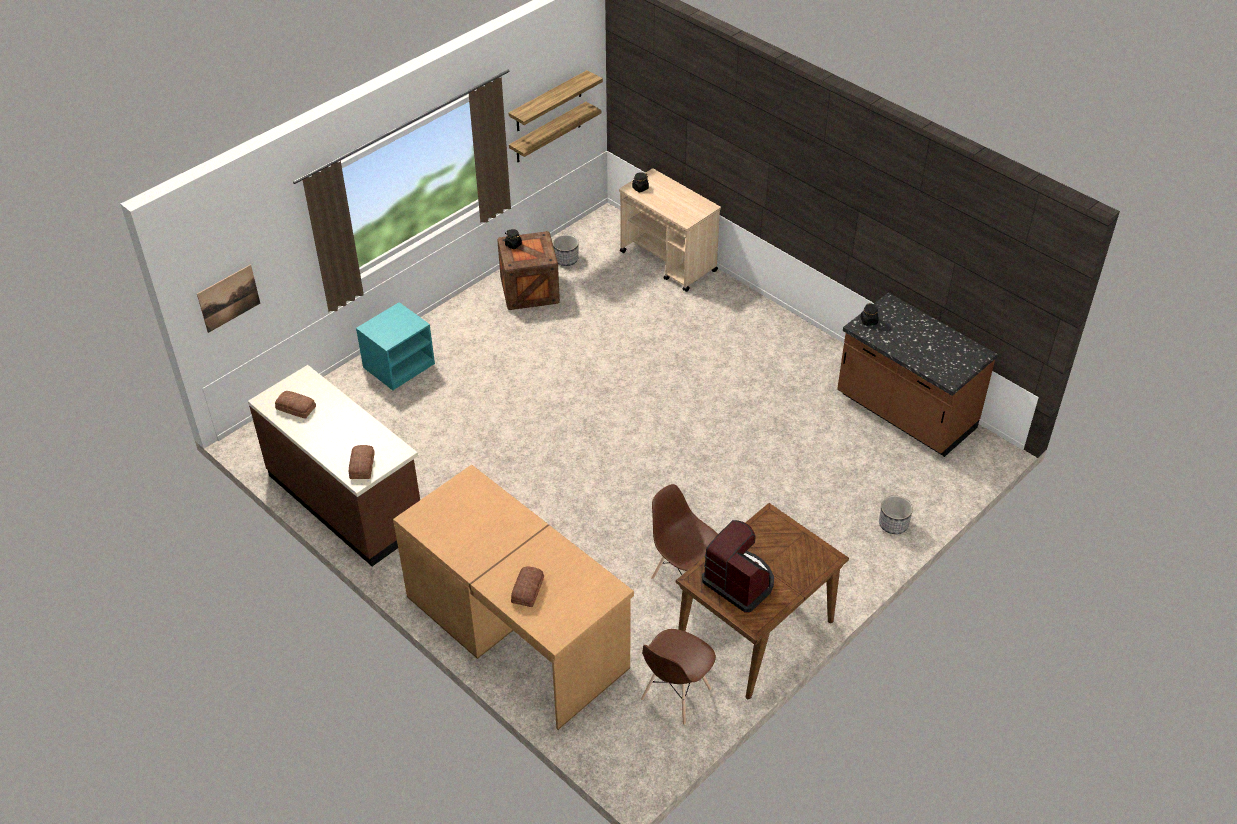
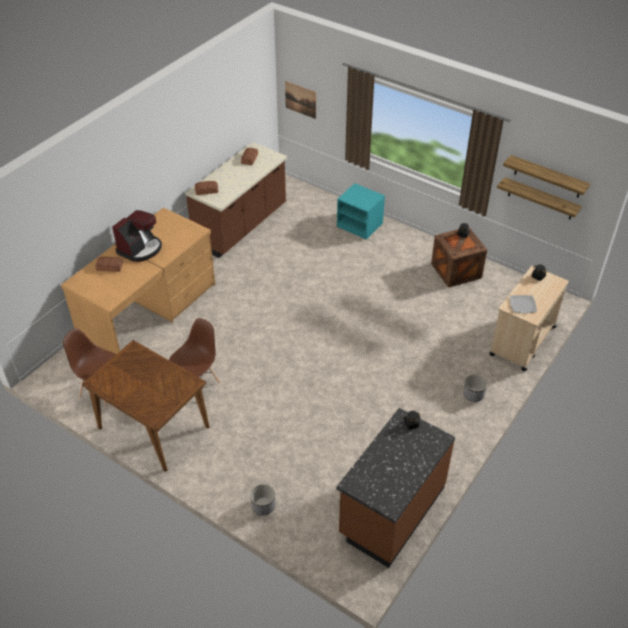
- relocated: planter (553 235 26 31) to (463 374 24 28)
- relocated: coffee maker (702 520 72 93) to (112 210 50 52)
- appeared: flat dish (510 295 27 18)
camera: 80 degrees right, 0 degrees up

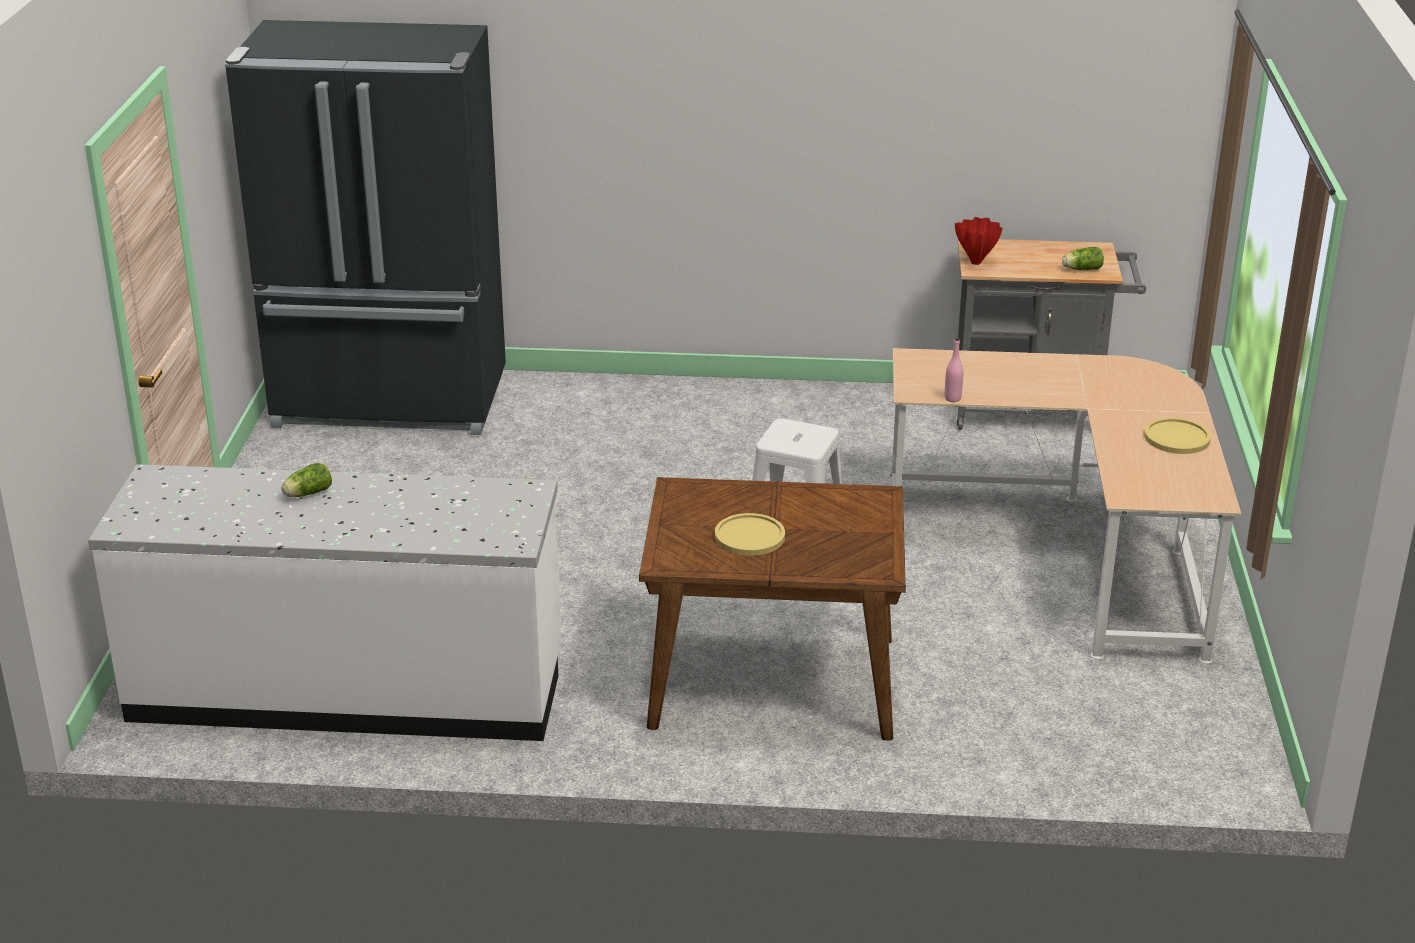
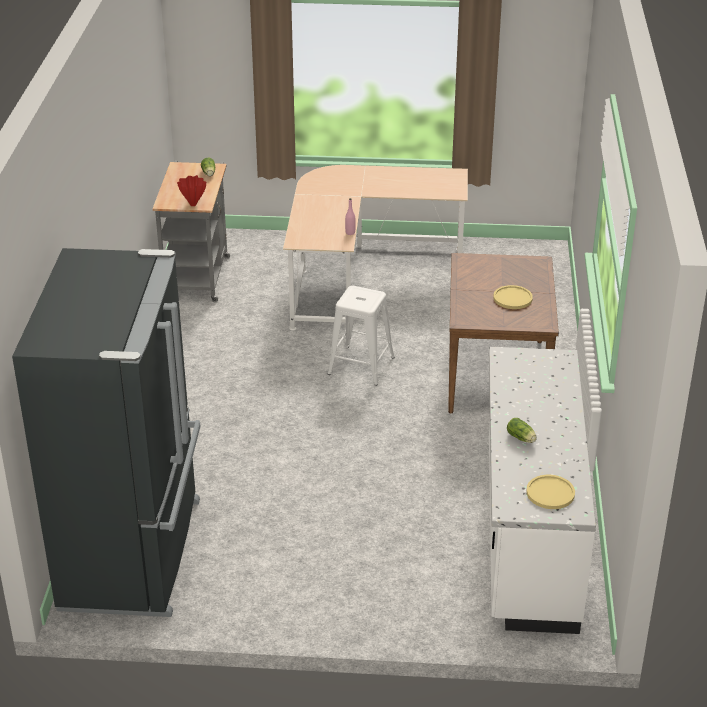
- relocated: yellowish flat dish (1144 418 67 36) to (526 475 49 34)
camera: 90 degrees left, 5 degrees up

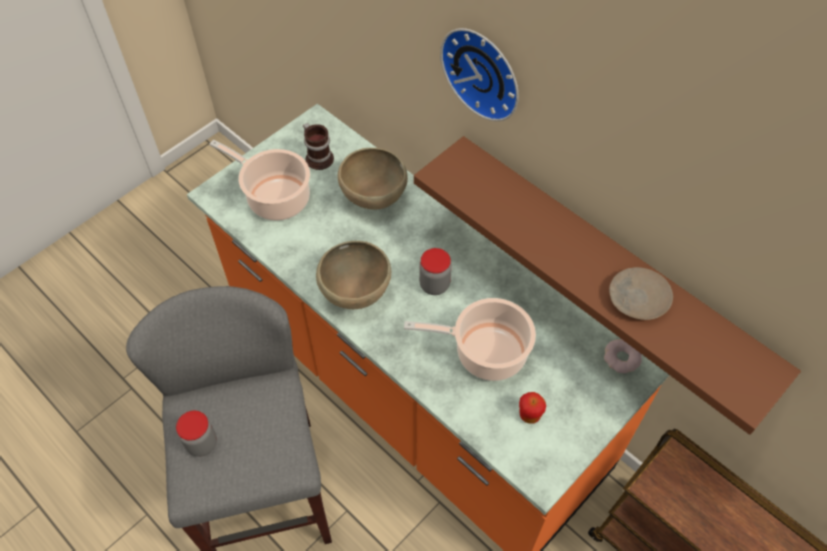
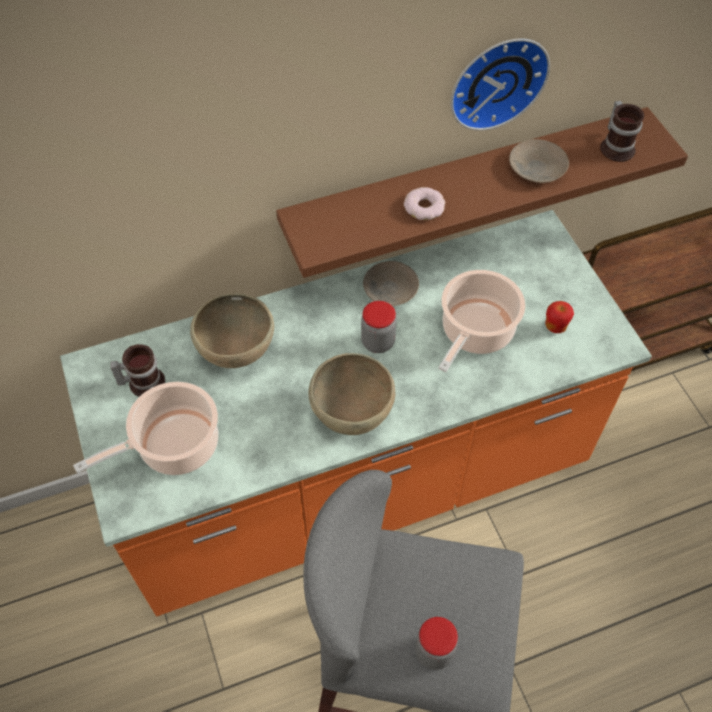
- relocated: clock on the wall (440 28 79 93) to (451 38 99 93)
- relocated: ring doughnut (604 339 38 34) to (404 187 41 33)
- appeared: tea mug (600 101 44 61)
- appeared: beige-coloured flat dish (363 261 56 45)
camera: 65 degrees left, 0 degrees up

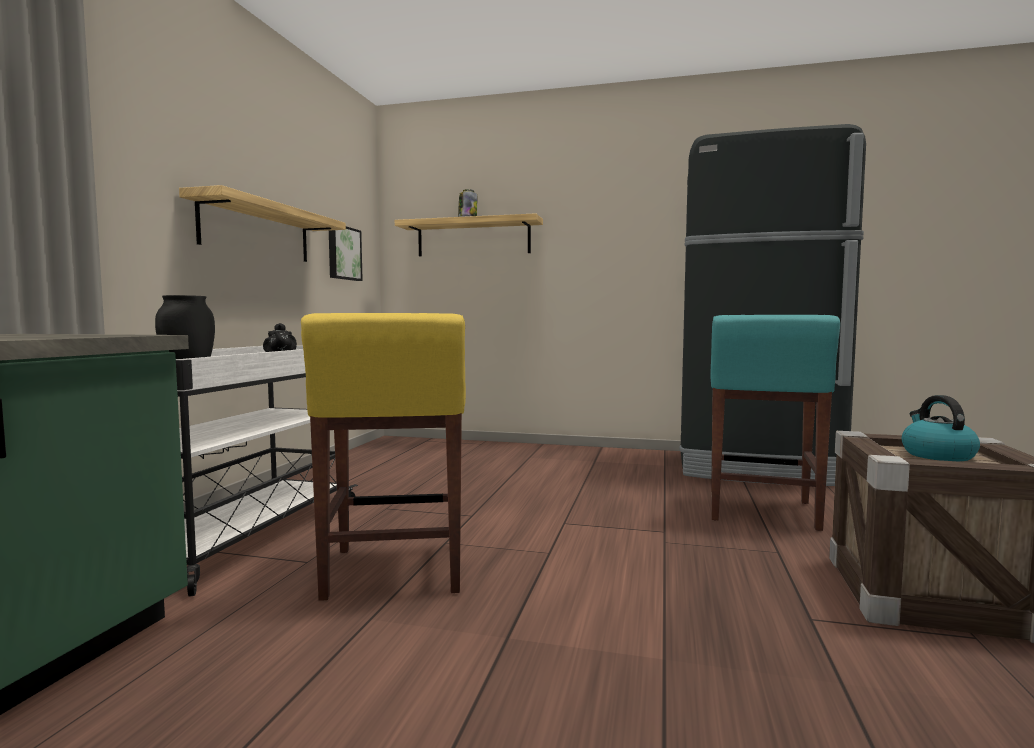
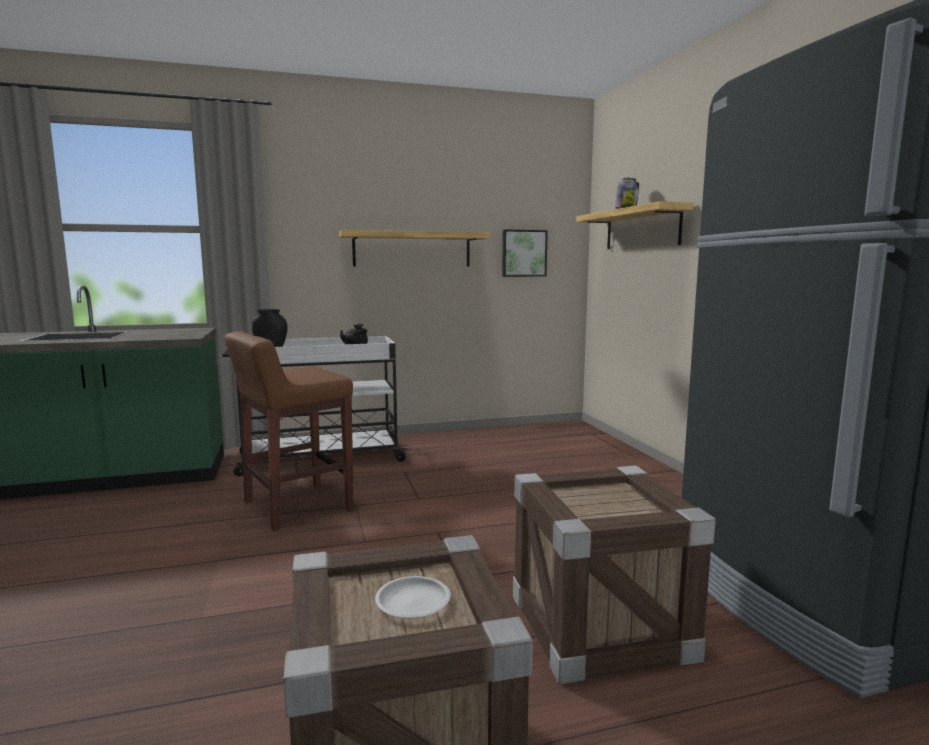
- colour: yellowish stool seat (301 313 165 288) to brown-coloured stool seat (224 331 129 200)
- exchanged: turquoise stool seat (710 315 130 216) to shipping crate (513 466 203 218)
- exchanged: kettle (902 395 78 66) to white-coloured flat dish (375 576 76 42)
camera: 60 degrees right, 5 degrees up

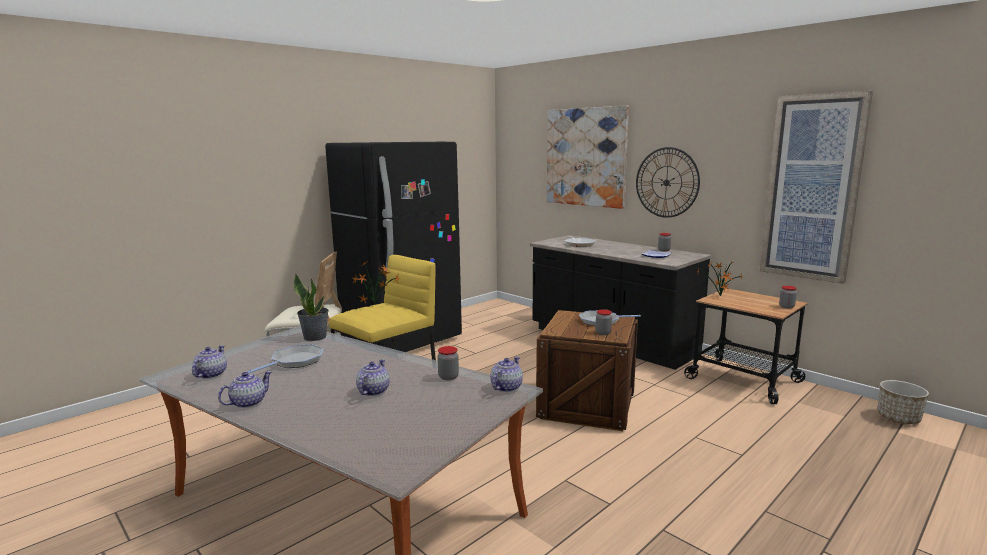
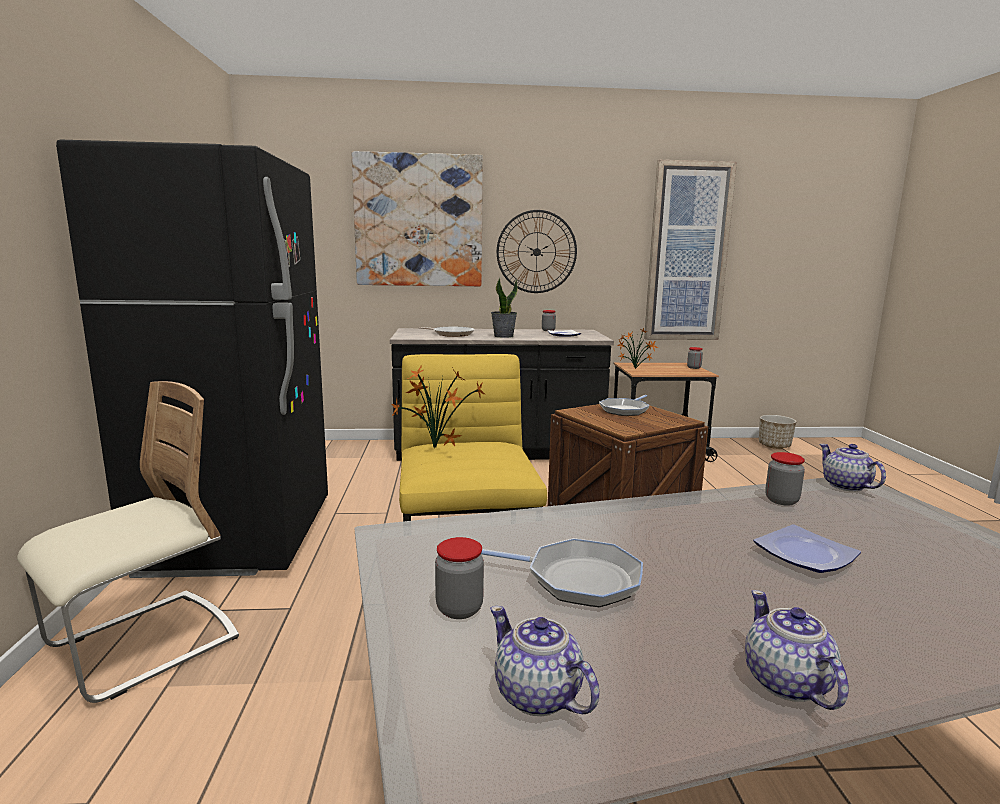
- relocated: potted plant (293 274 36 67) to (491 278 27 60)
- relocated: storage jar (596 309 16 26) to (435 537 49 82)
- spun: pan (247 344 76 30) = (481 538 162 69) 120 degrees clockwise
- exchanged: pot for tea (356 359 34 37) to flat dish (753 524 108 49)
camera: 50 degrees left, 0 degrees up

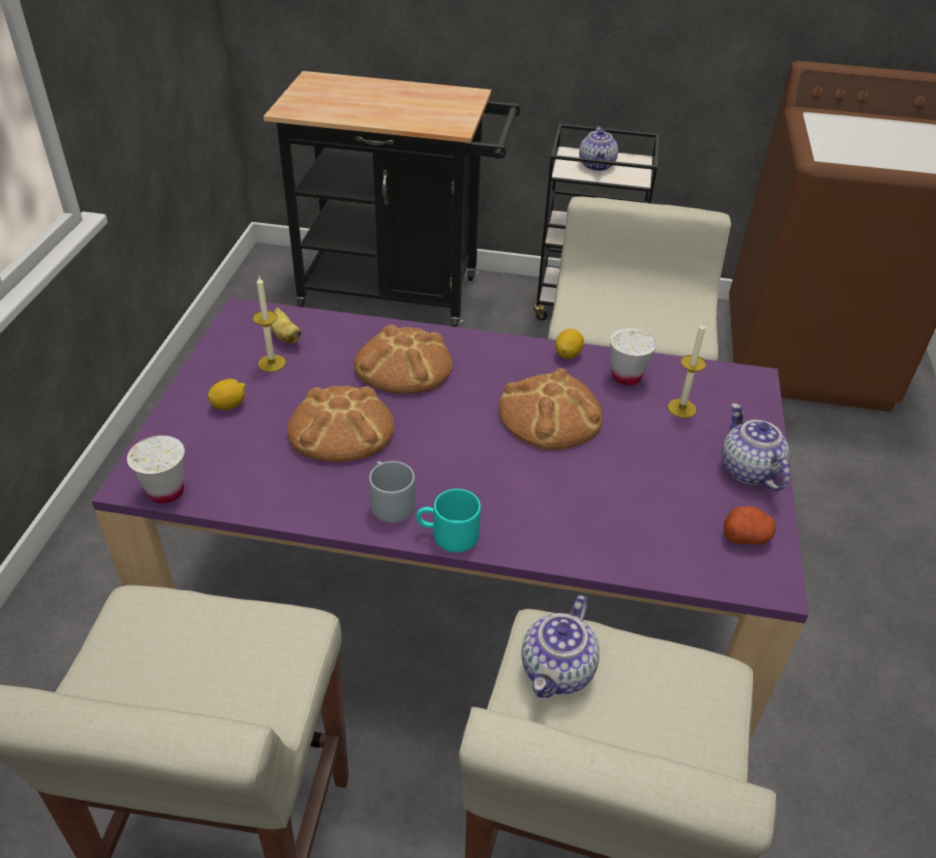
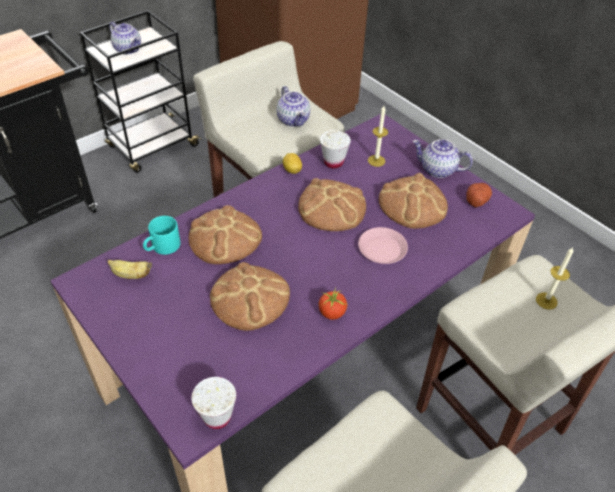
- relocated: candle (253 277 33 95) to (536 247 37 62)
- missing: whole lemon (208 379 38 31)
- exchanged: gray tea mug (369 461 46 62) to whole tomato (319 288 28 32)
- relocated: turquoise tea mug (416 489 65 63) to (143 216 37 39)
- relocated: pot for tea (521 595 79 103) to (277 86 33 41)
- appeared: bakery bread (379 173 69 56)
- appeared: pink-coloured flat dish (358 227 50 37)
camera: 50 degrees left, 5 degrees up

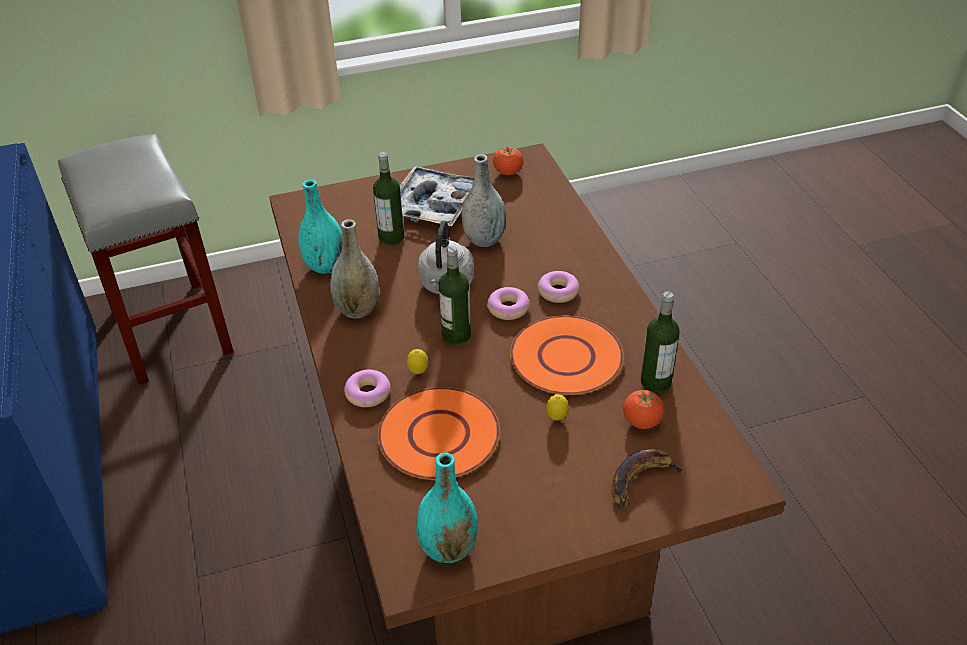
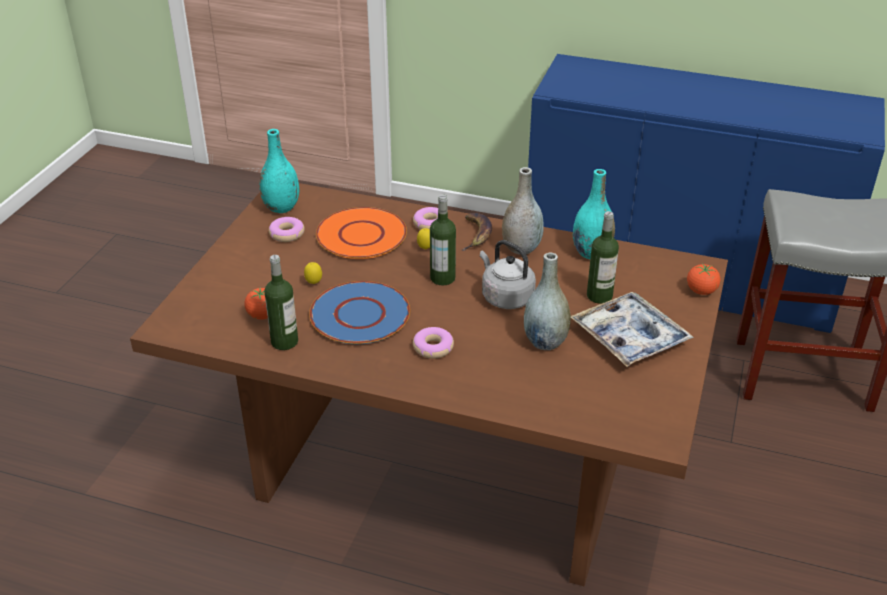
- relocated: whole tomato (493 146 30 29) to (687 264 34 31)
- relocated: ring doughnut (487 287 43 33) to (269 217 36 25)
- colour: orange-coloured flat dish (510 315 114 80) to blue-coloured flat dish (309 281 101 63)
- relocated: whole banana (611 449 76 58) to (461 213 31 38)
camera: 125 degrees right, 5 degrees down

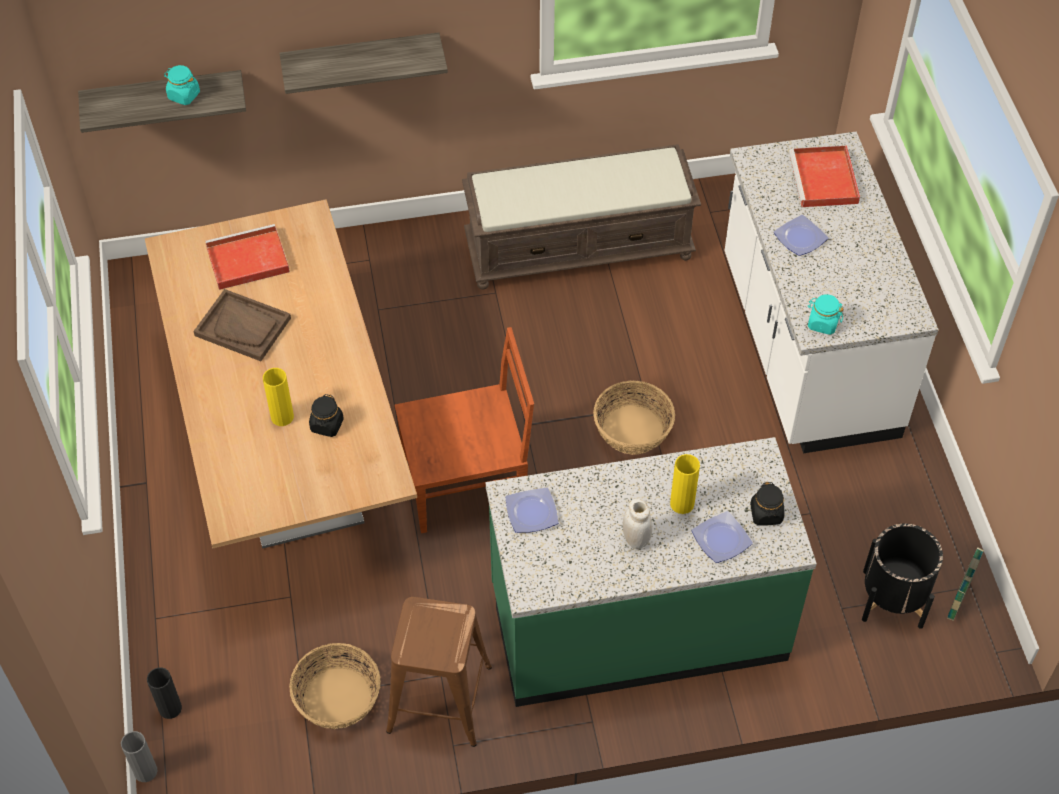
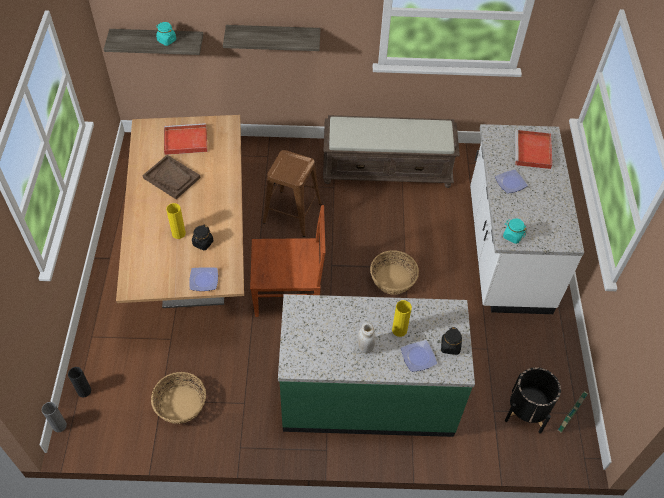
- relocated: flat dish (506 488 52 45) to (189 267 29 24)
- relocated: brown-coloured stool seat (386 597 106 150) to (263 150 59 87)
camera: 10 degrees right, 0 degrees up

